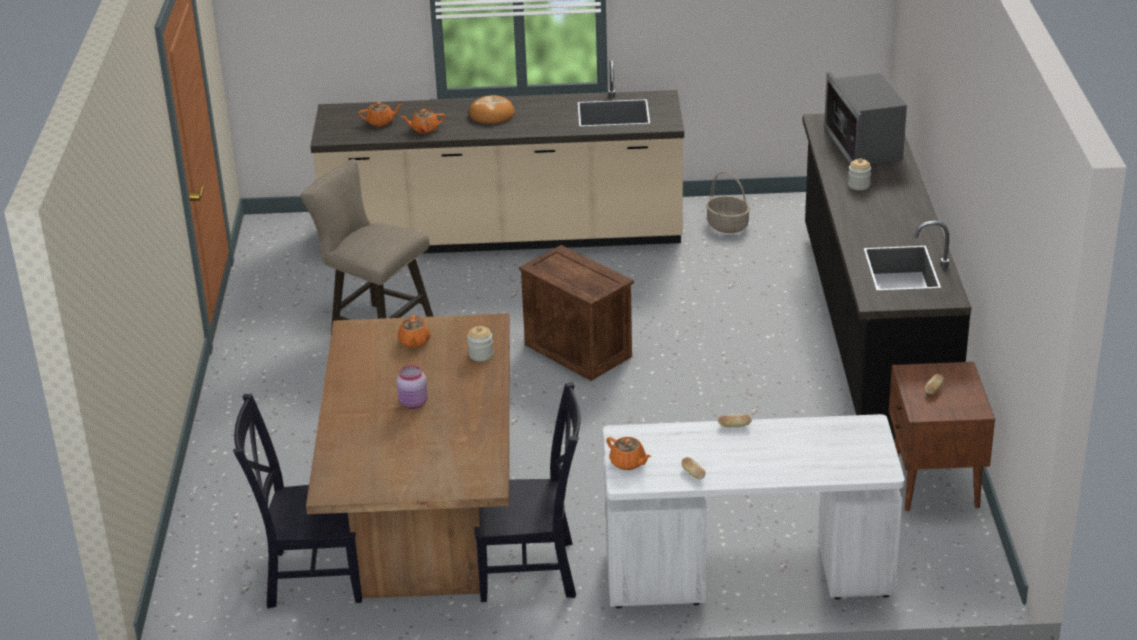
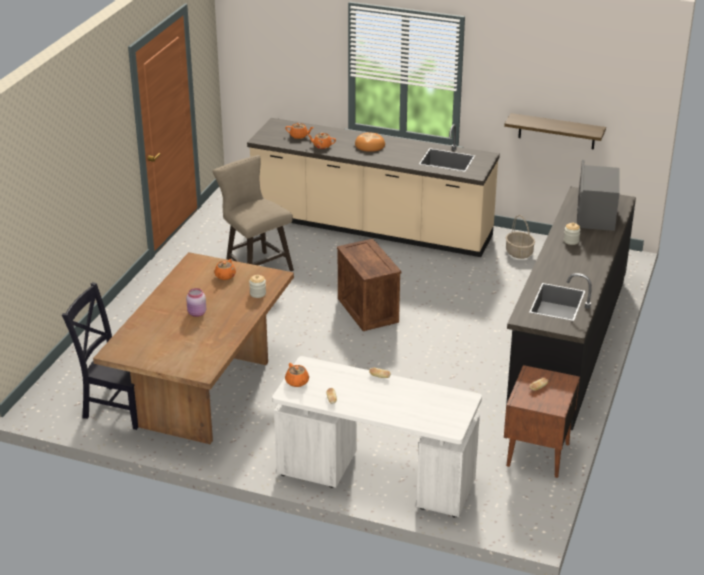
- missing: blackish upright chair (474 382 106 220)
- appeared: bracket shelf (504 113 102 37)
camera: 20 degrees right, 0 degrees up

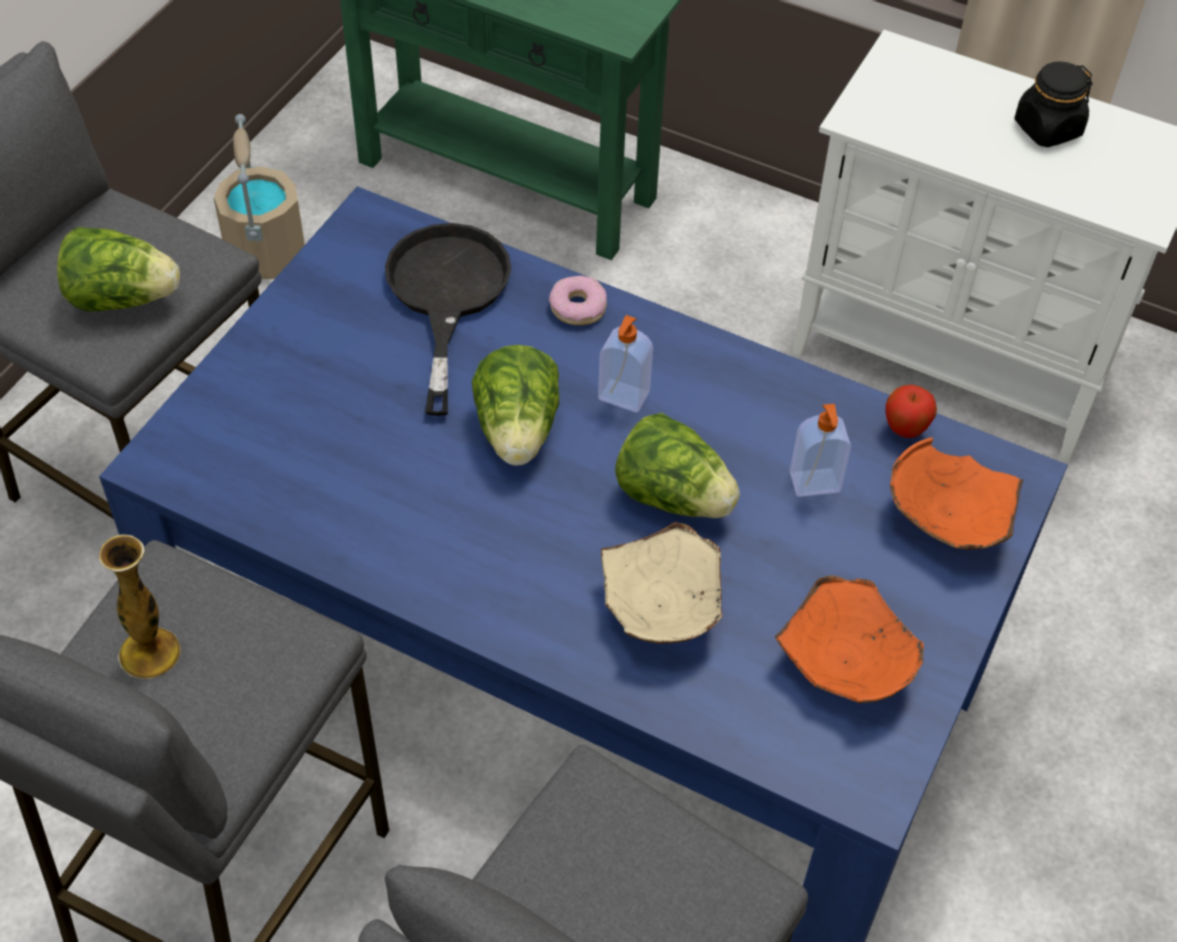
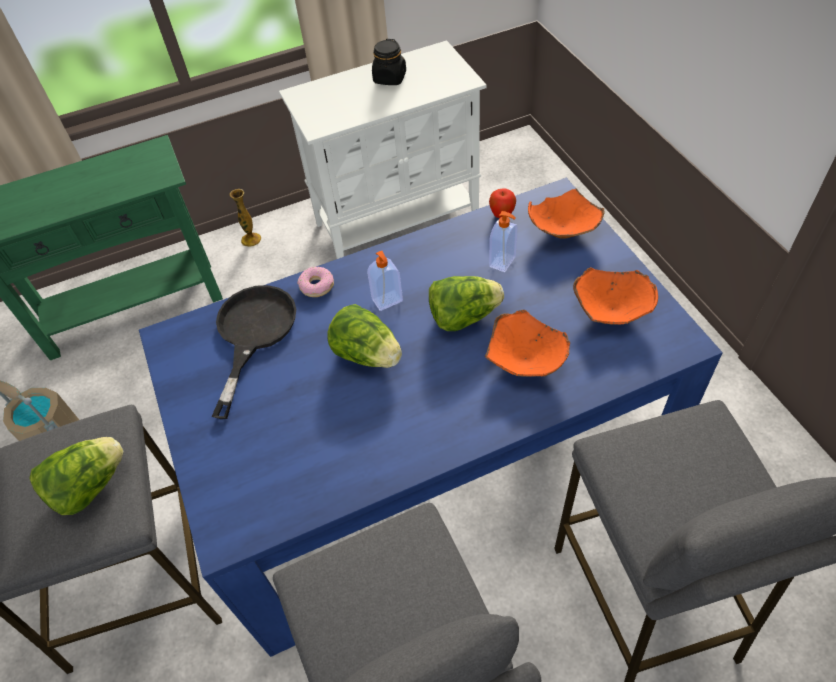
- spun: blackish pan (385 223 126 193) = (212 285 84 134) 60 degrees clockwise
- colour: beige-coloured deep dish (601 522 122 122) to orange-coloured deep dish (485 310 85 67)
- relocated: vase (99 534 82 145) to (230 189 31 58)
camera: 45 degrees left, 0 degrees up

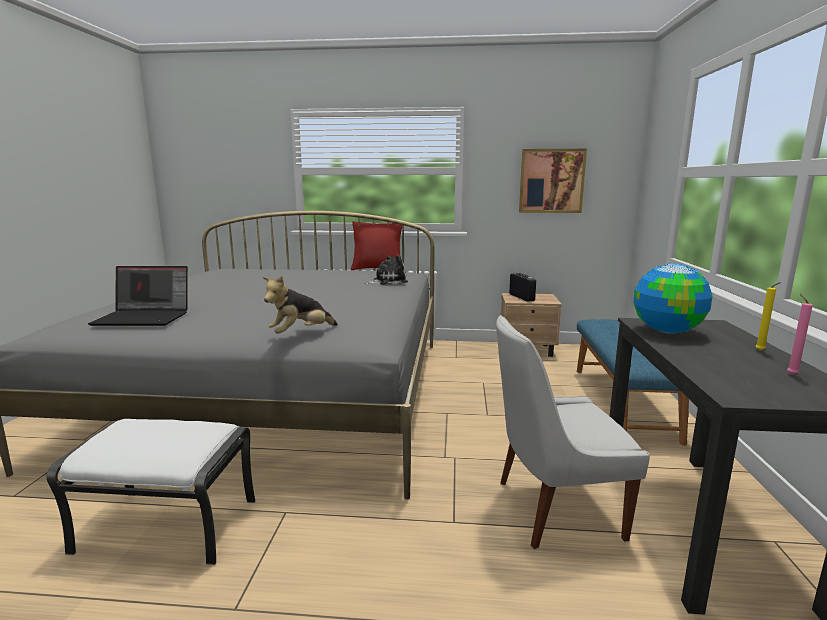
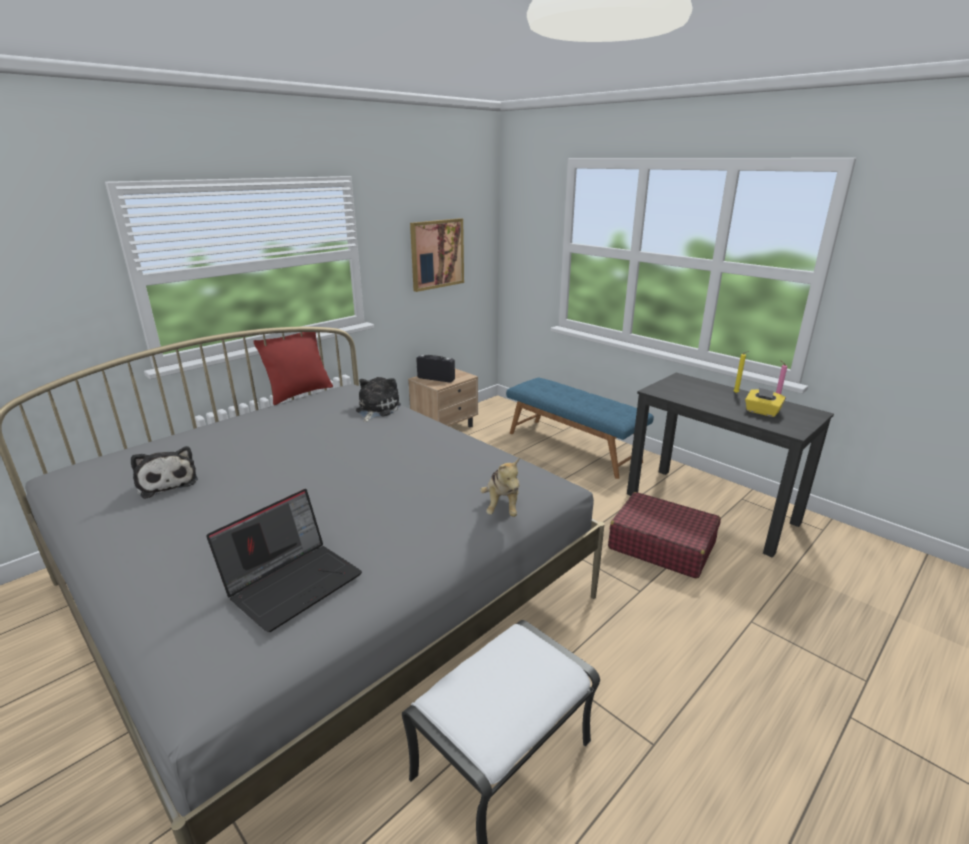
- missing: desk globe (633 263 80 71)
- exchanged: white-coloured upright chair (496 315 154 234) to reddish piece of luggage (608 492 113 87)
- appeared: yellowish box of tissues (745 387 41 30)
- appeared: cuddly toy (131 446 67 53)
camera: 50 degrees left, 10 degrees up

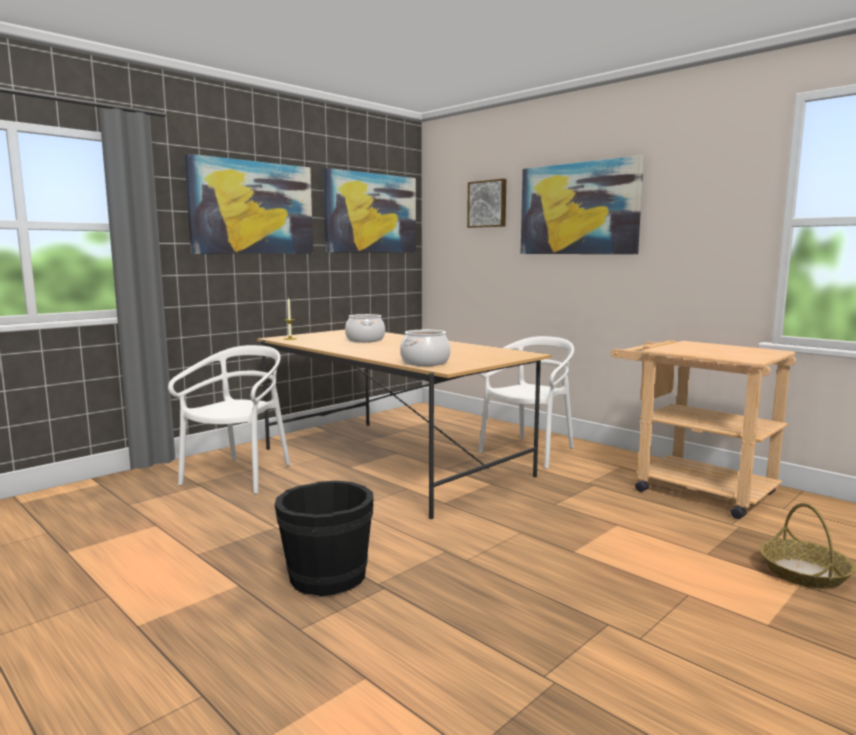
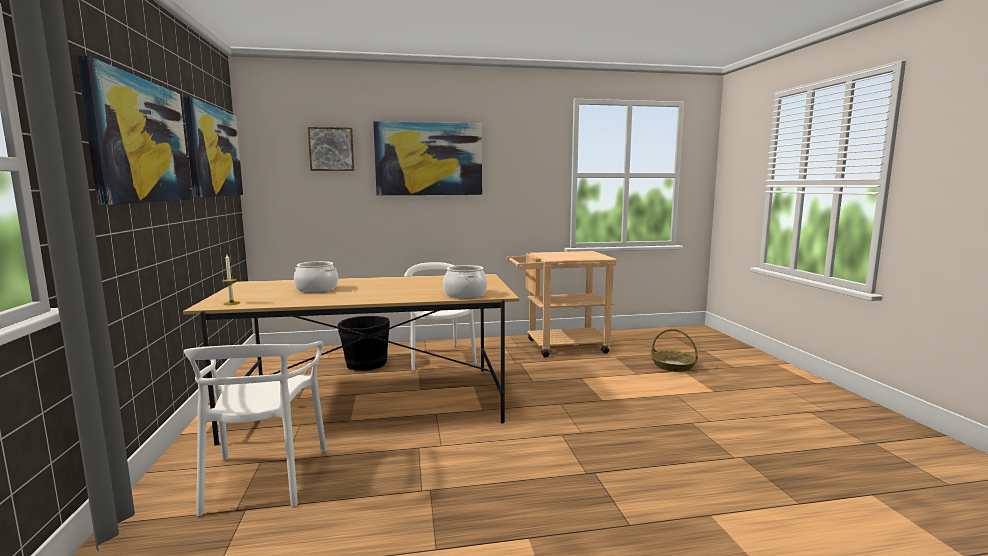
- spun: white-coloured upright chair (168 345 122 149) = (184 341 143 175) 150 degrees counterclockwise
- relocated: blackish bucket (274 481 100 115) to (338 316 52 55)
camera: 55 degrees left, 0 degrees up

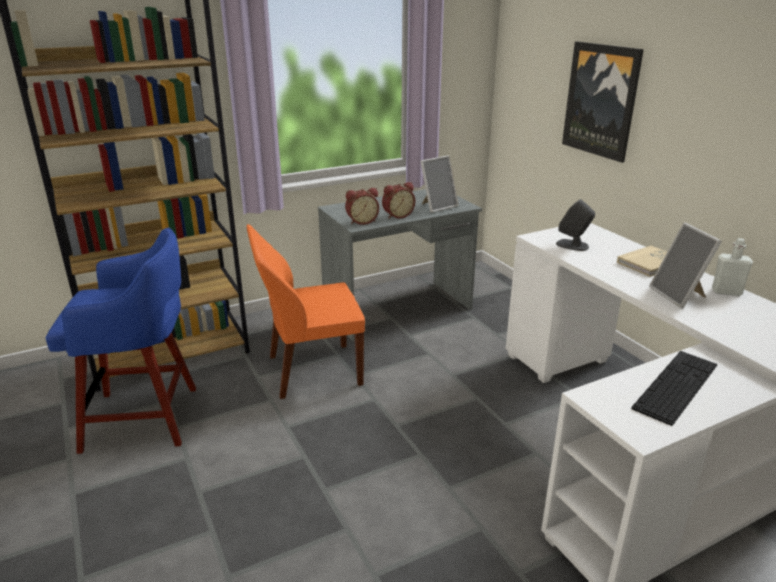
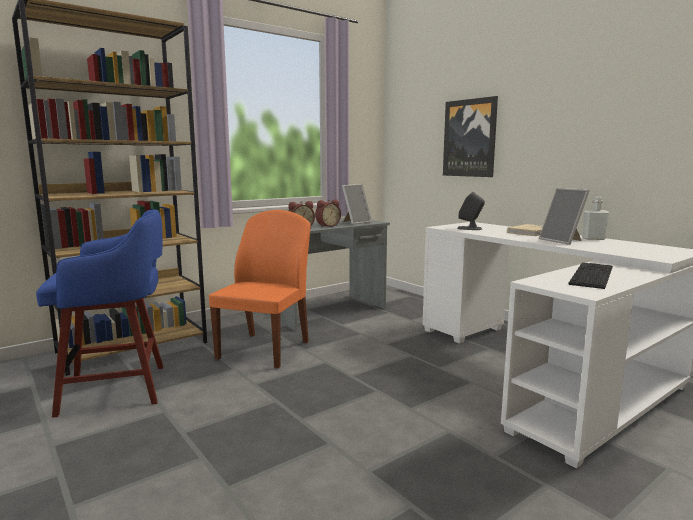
- spun: orange-coloured upright chair (247 224 118 175) = (209 210 102 158) 135 degrees clockwise
camera: 10 degrees left, 15 degrees down

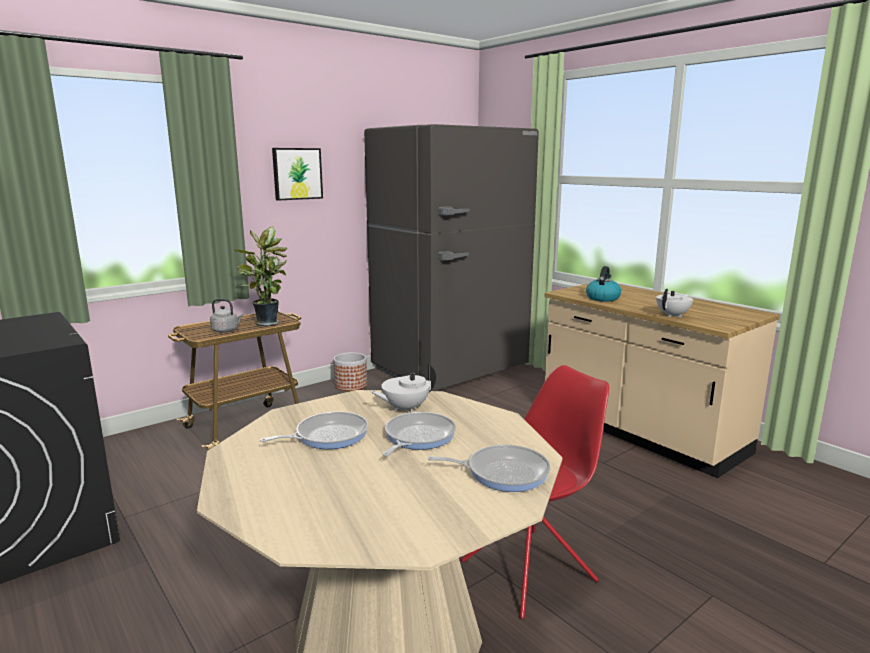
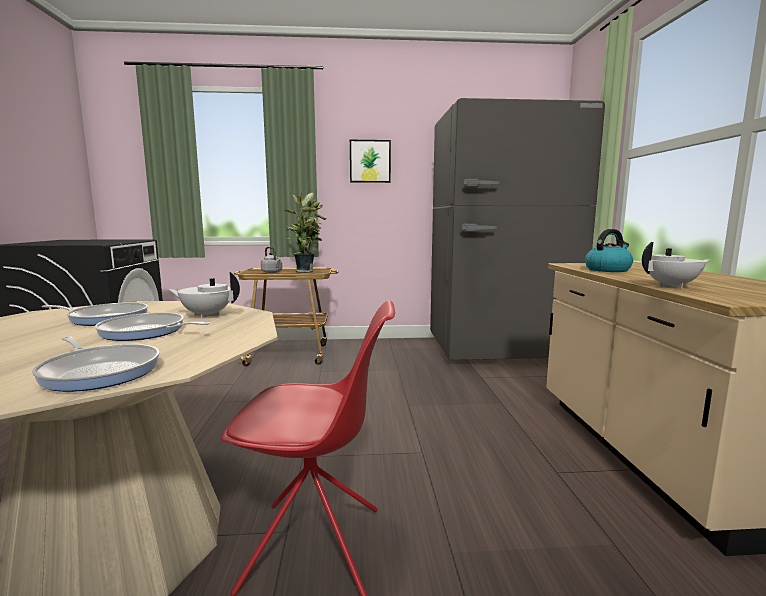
- missing: planter (333 352 34 39)
- spun: pan (383 412 73 44) = (95 313 115 28) 135 degrees counterclockwise
camera: 35 degrees right, 5 degrees down

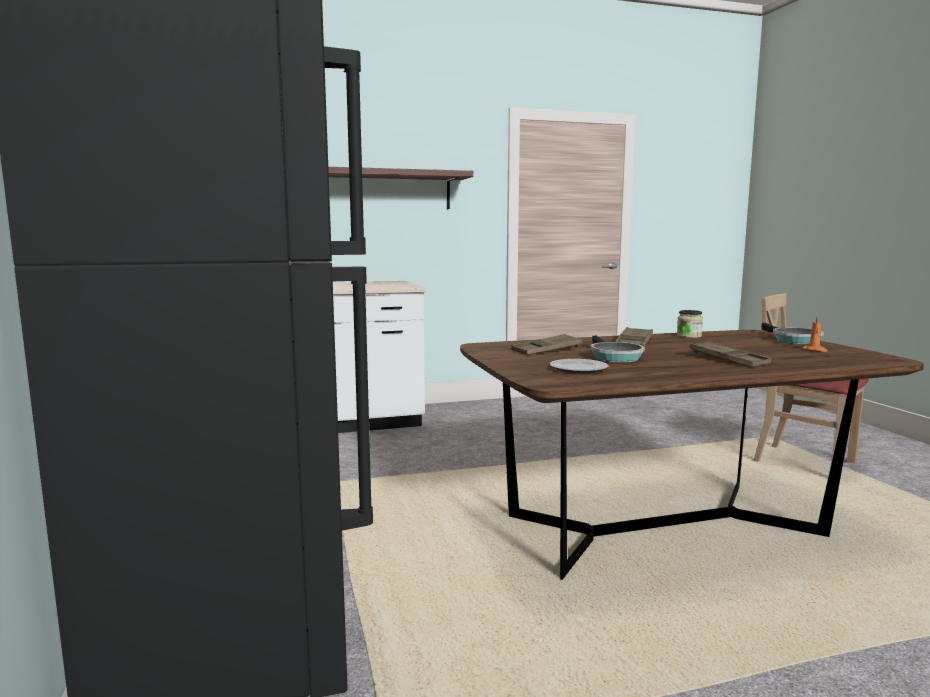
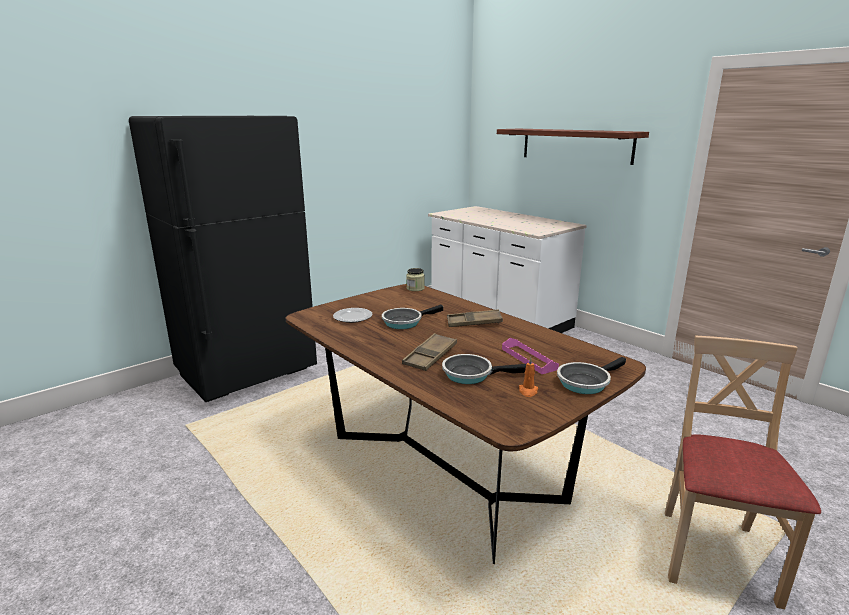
- relocated: storage jar (677 310 26 28) to (406 268 19 23)
- missing: brown-coloured carrying tray (511 334 72 21)
- appeared: pink-coloured carrying tray (502 338 57 36)
- appeared: pan (442 354 84 30)
camera: 65 degrees right, 10 degrees up

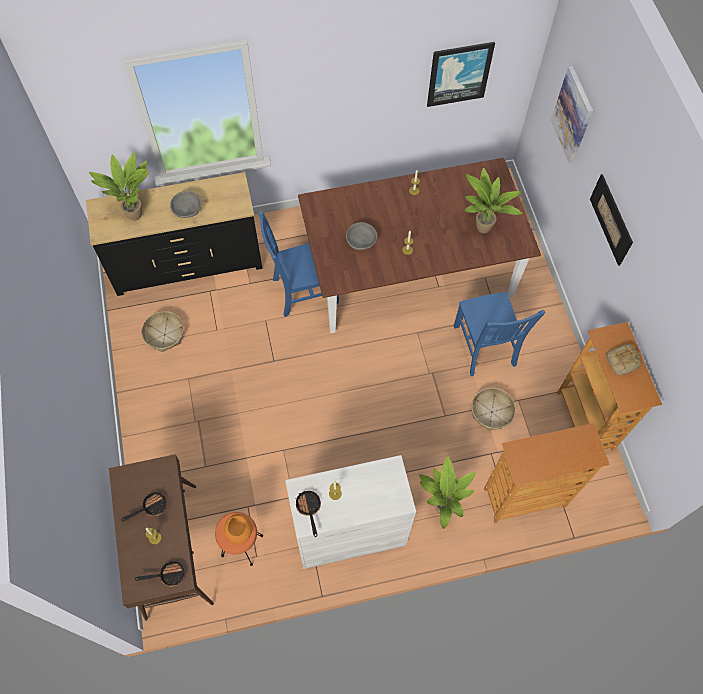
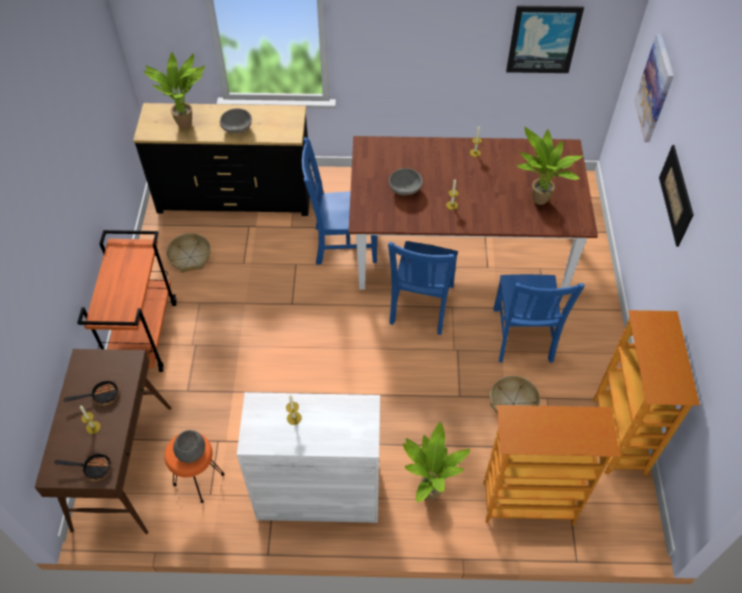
- missing: bakery bread (606 344 36 31)
- missing: pan (295 491 26 46)
- colour: orange-coloured deep dish (224 514 28 30) to gray deep dish (173 430 32 33)
- appeared: orange-coloured trolley (77 230 100 142)
- appeared: blue-coloured upright chair (388 241 70 94)
camera: 15 degrees right, 10 degrees down

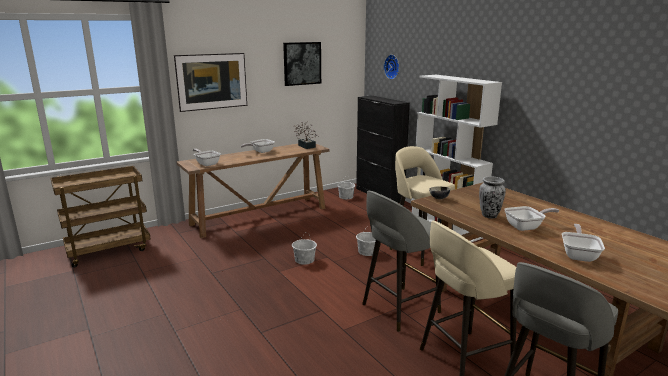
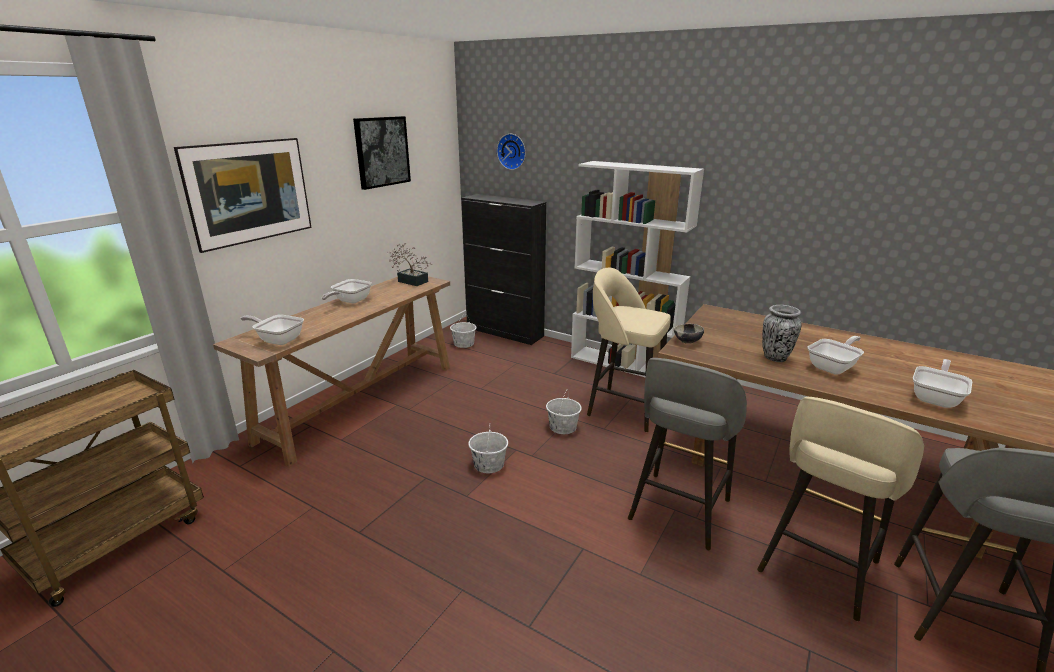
- spun: pan (562 224 43 38) = (913 359 59 49) 45 degrees clockwise
camera: 25 degrees left, 5 degrees up

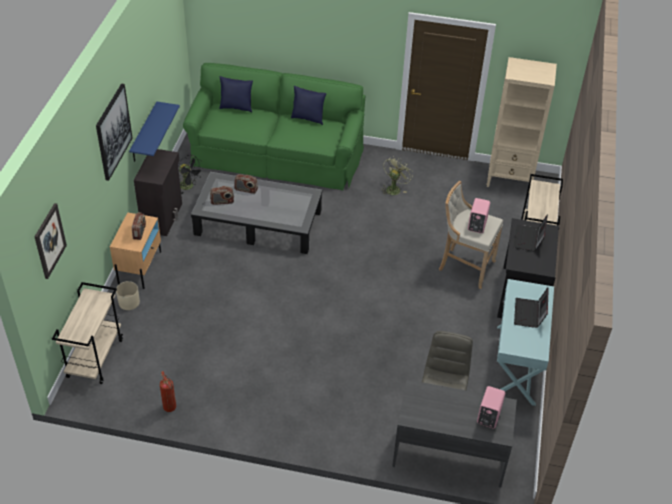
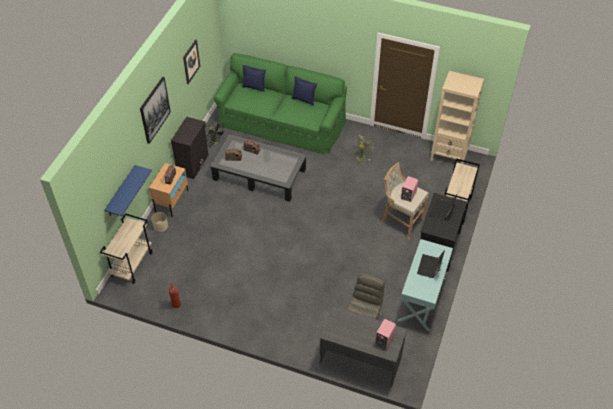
- relocated: blue-coloured bracket shelf (129 102 51 60) to (104 165 48 51)
- relocated: picture (34 203 33 76) to (183 39 17 45)
camera: 10 degrees right, 5 degrees up

